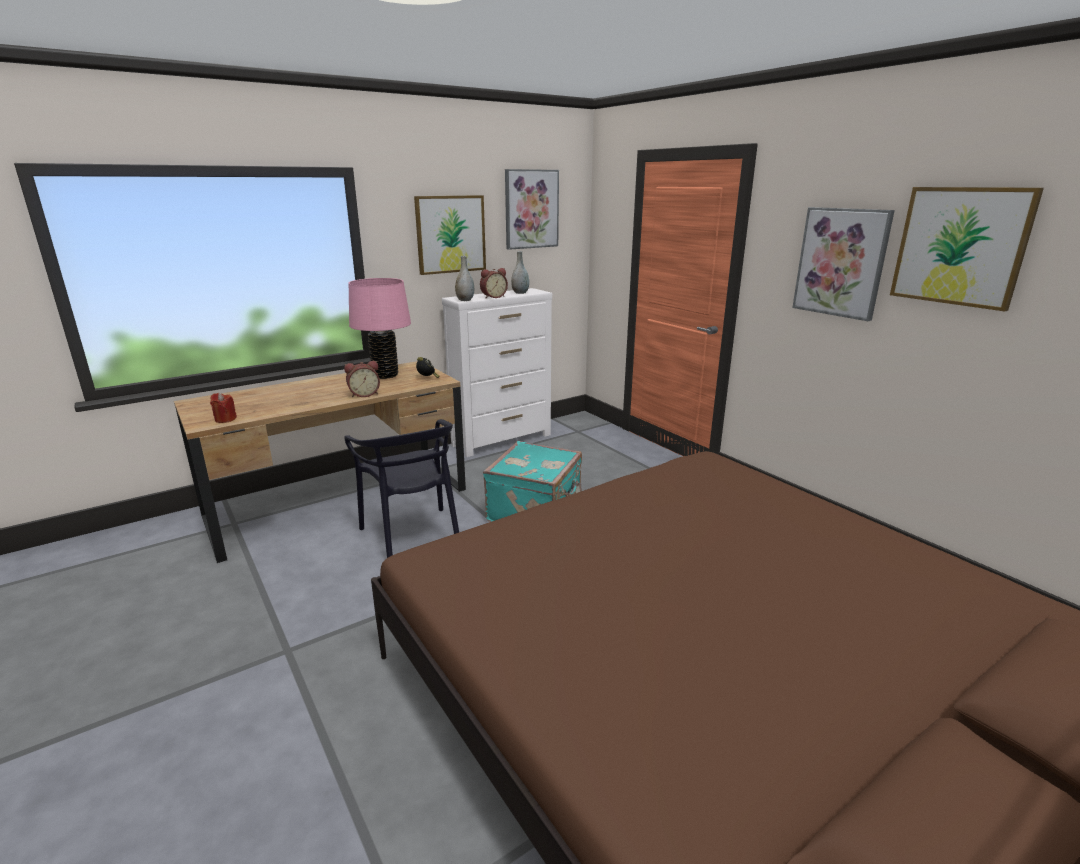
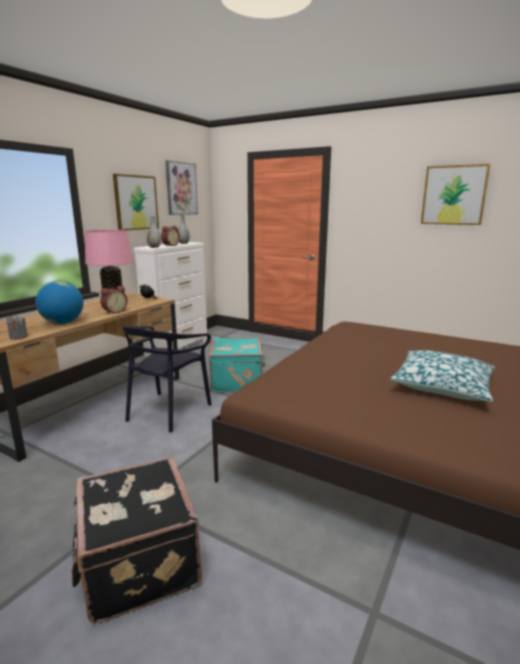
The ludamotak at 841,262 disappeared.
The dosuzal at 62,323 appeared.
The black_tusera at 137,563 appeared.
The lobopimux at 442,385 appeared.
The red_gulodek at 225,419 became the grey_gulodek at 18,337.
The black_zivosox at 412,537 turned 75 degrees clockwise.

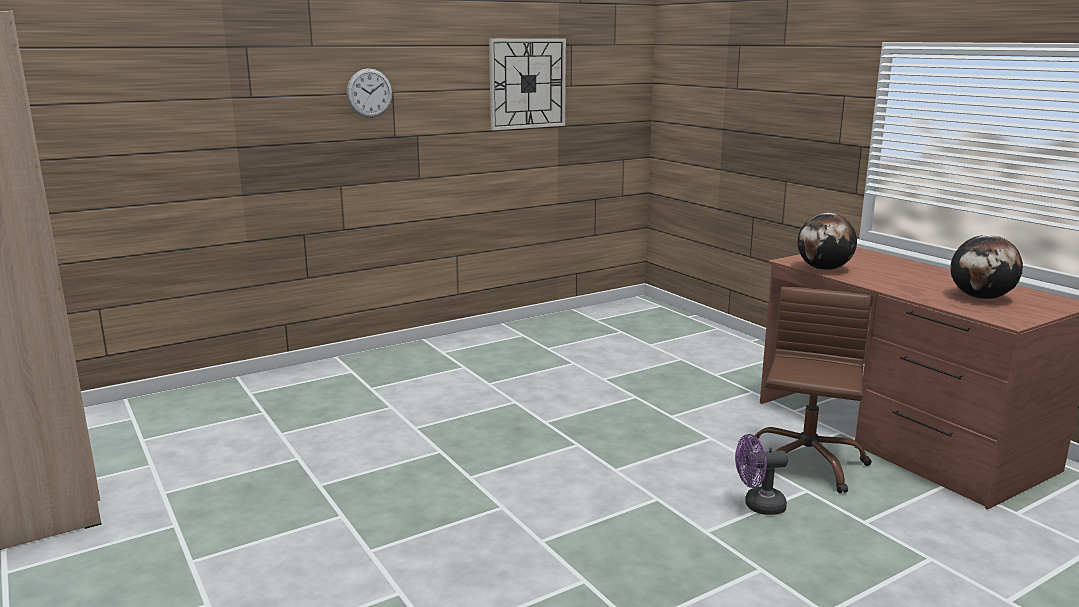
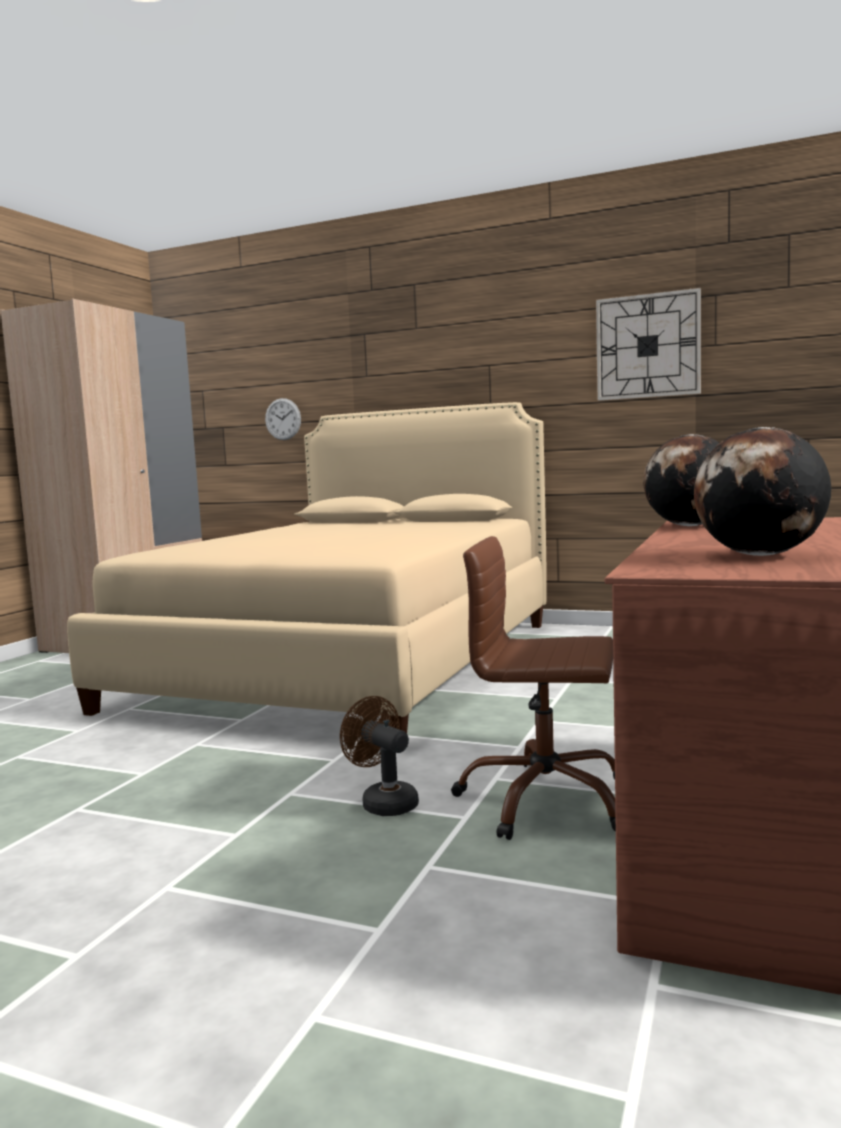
The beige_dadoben at 351,662 appeared.
The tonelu moved from 369,93 to 283,419.
The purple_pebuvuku at 758,506 became the brown_pebuvuku at 383,802.
The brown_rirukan at 805,462 turned 150 degrees counterclockwise.

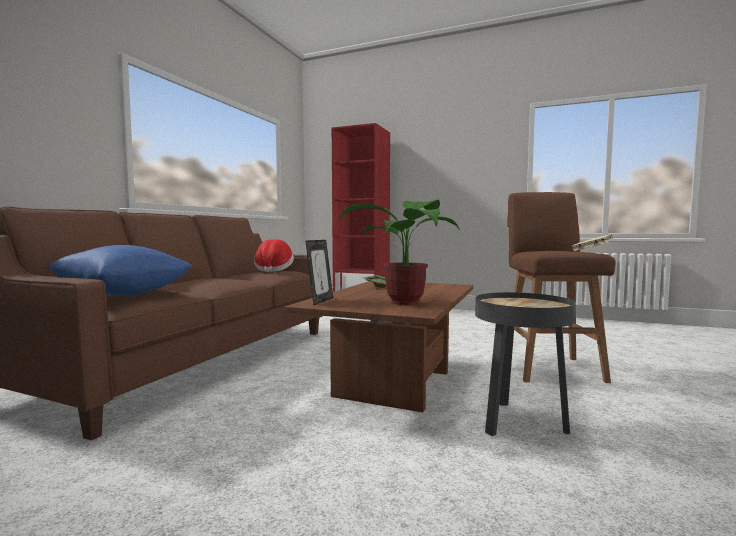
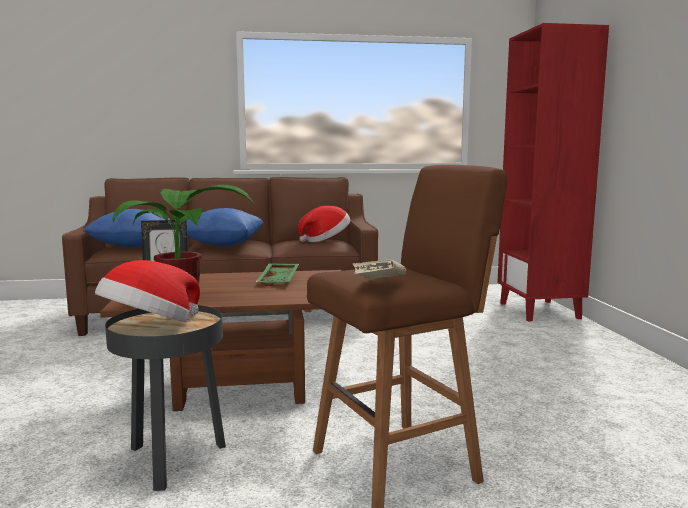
The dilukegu at 149,327 appeared.
The blue_lobopimux at 224,244 appeared.

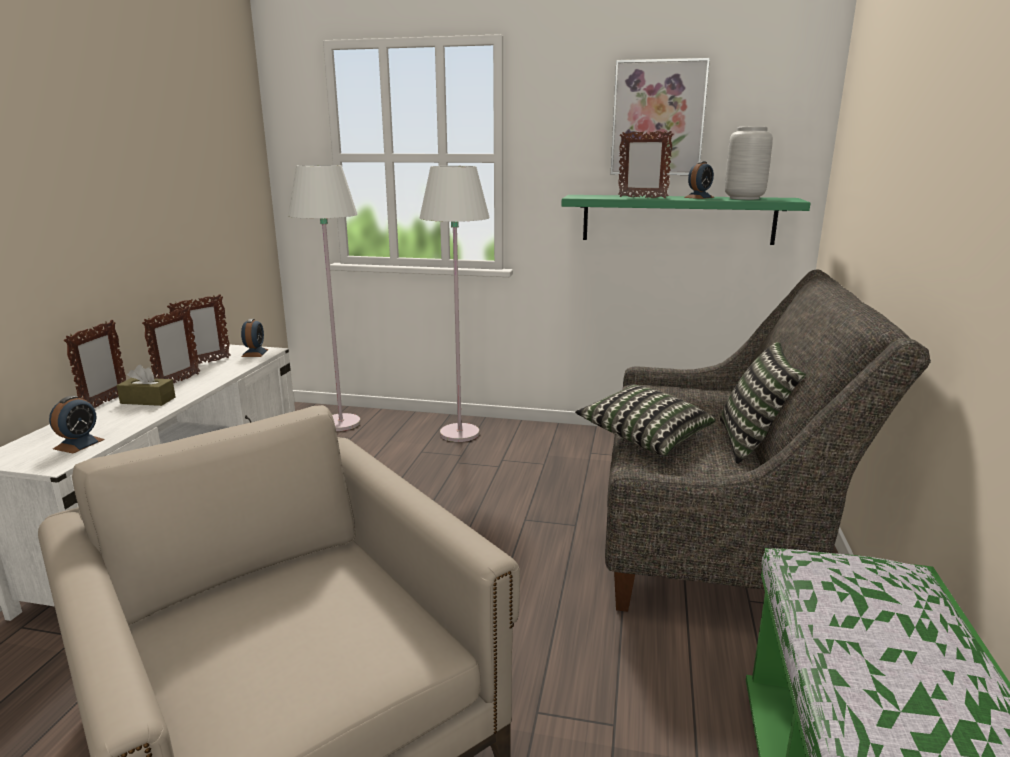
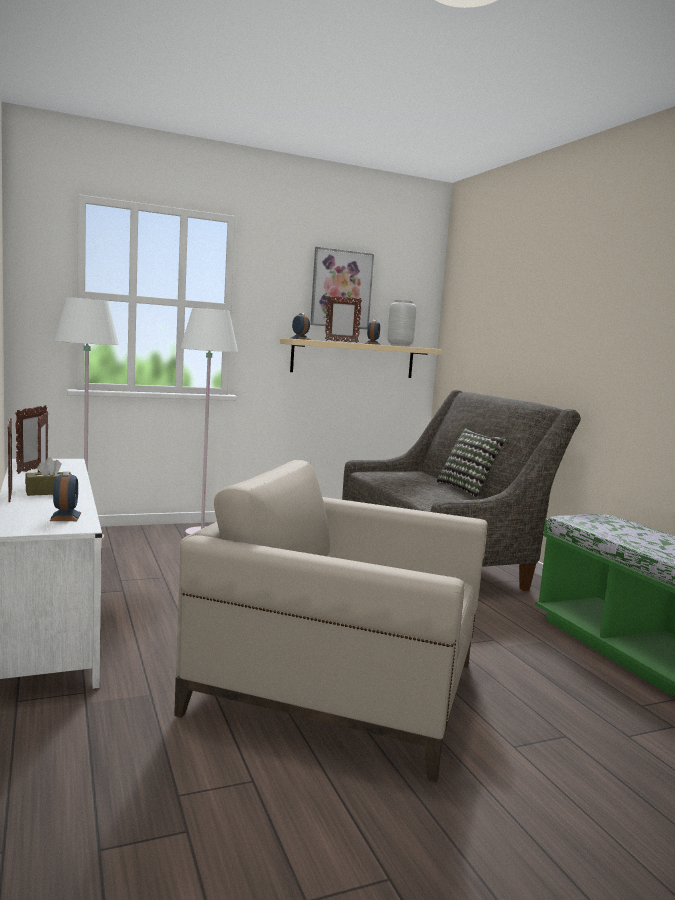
The lobopimux at 645,437 disappeared.
The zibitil moved from 255,353 to 300,339.
The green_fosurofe at 677,219 became the beige_fosurofe at 353,359.

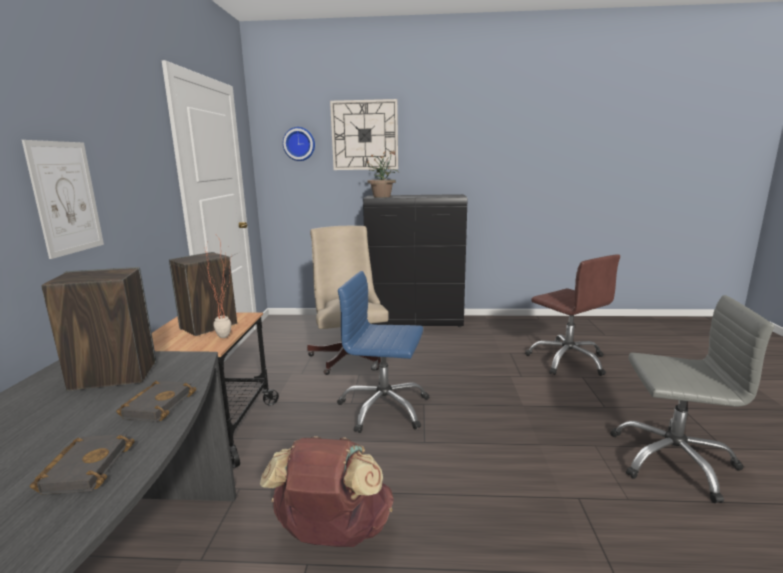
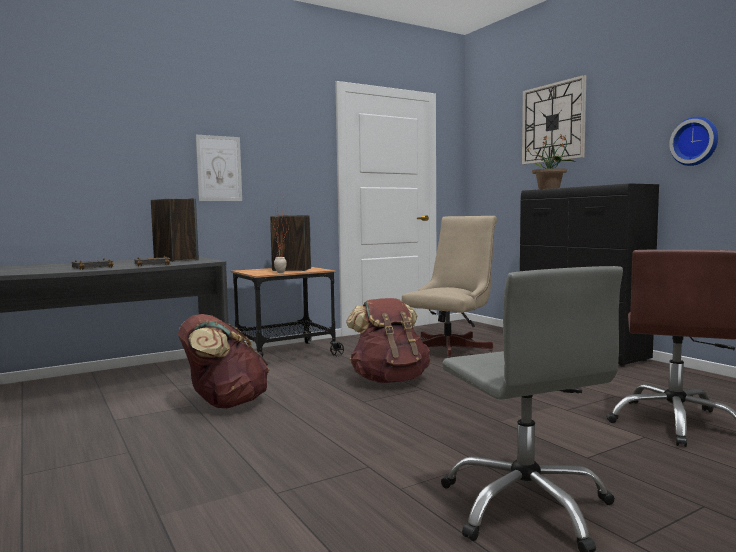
The tonelu moved from 299,144 to 695,141.
The blue_rirukan at 384,408 was replaced by the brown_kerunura at 389,380.

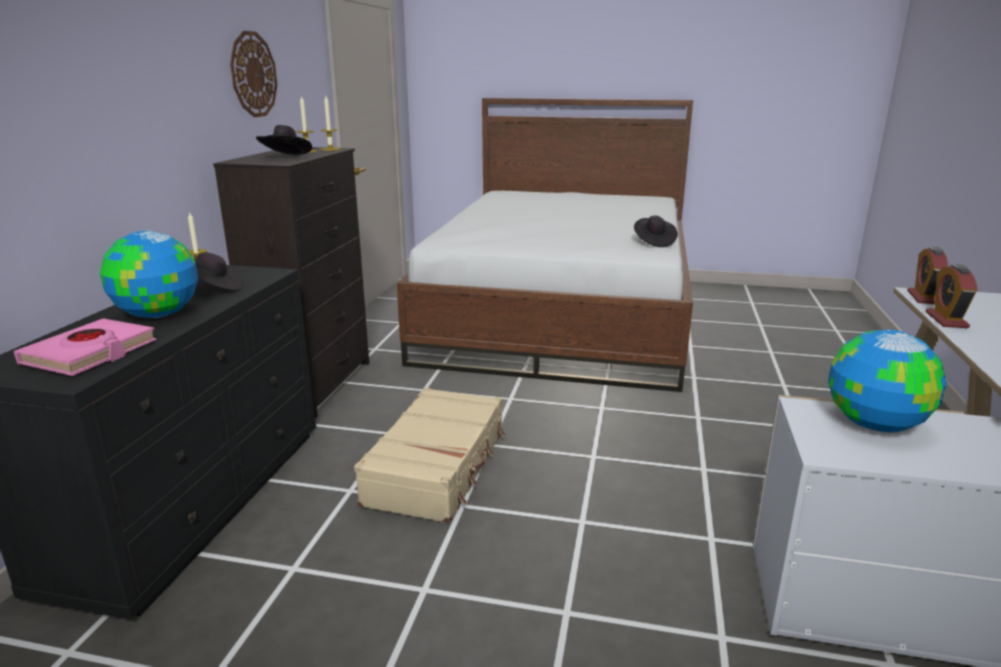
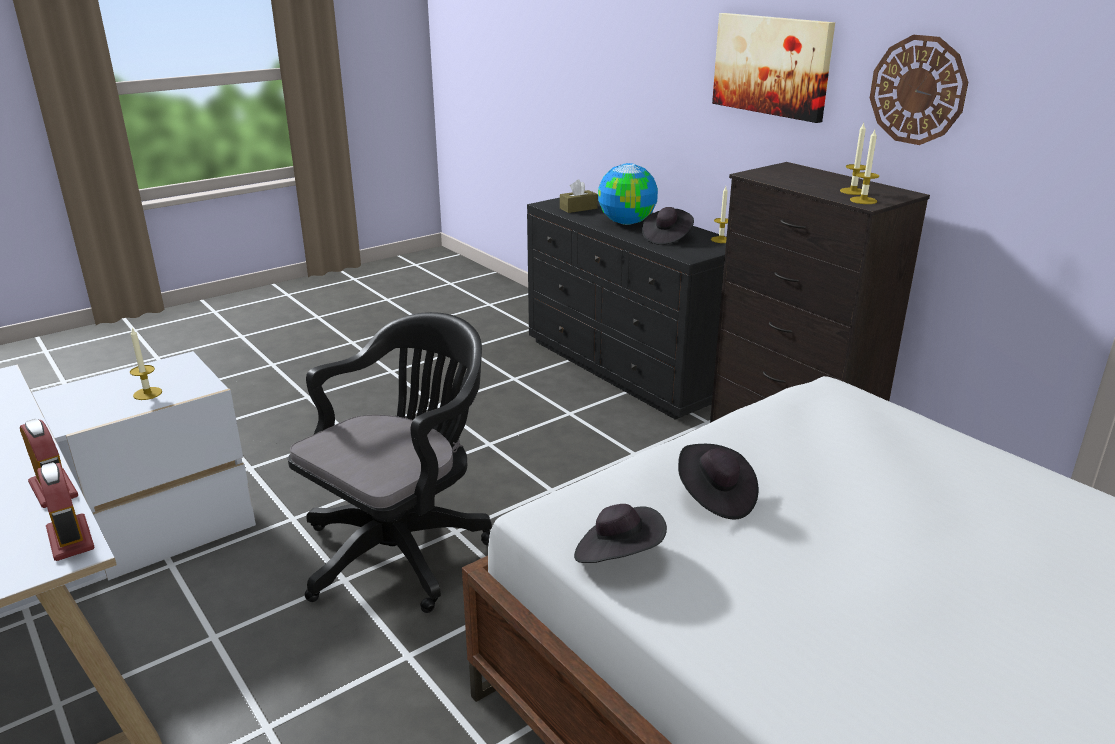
The beige_tusera at 438,467 disappeared.
The black_rirukan at 403,549 appeared.
The ludamotak at 771,65 appeared.
The black_dilukegu moved from 286,157 to 715,497.
The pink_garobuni at 90,353 was replaced by the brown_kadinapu at 578,208.
The dosuzal at 873,424 was replaced by the gulodek at 147,393.

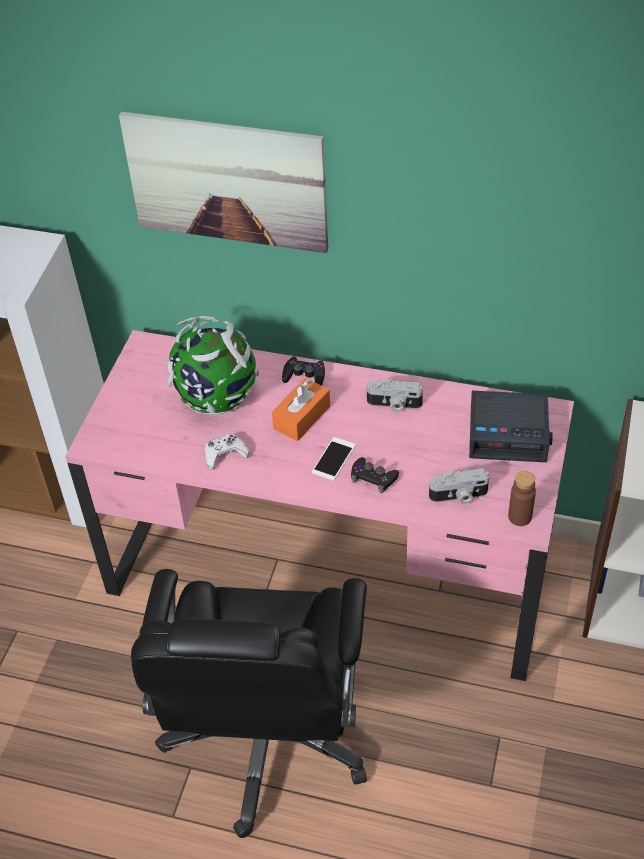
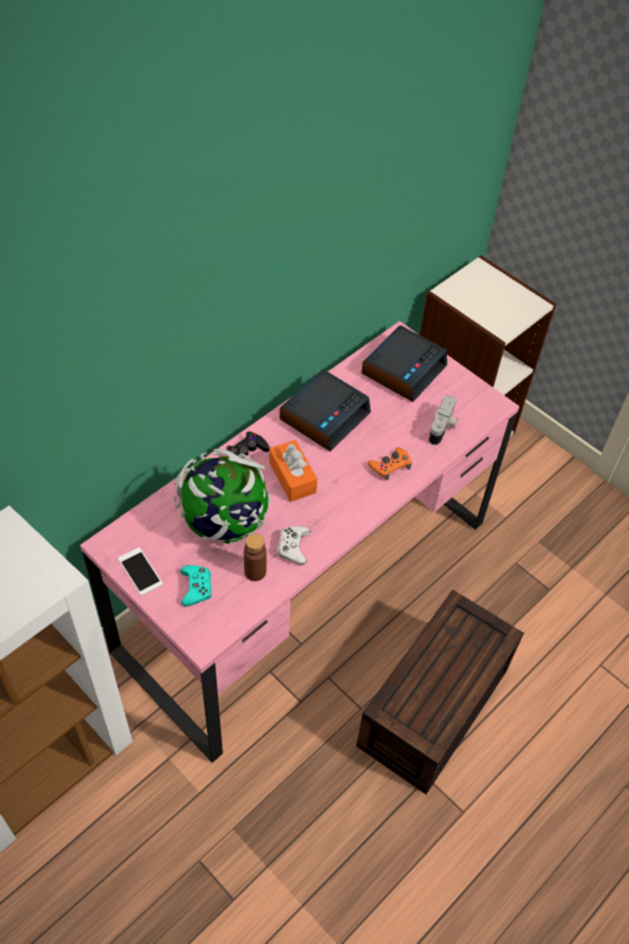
The ludamotak at 227,181 disappeared.
The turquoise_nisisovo at 196,588 appeared.
The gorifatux moved from 333,459 to 140,571.
The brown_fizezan moved from 519,517 to 255,572.
The black_rirukan at 266,740 was replaced by the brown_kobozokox at 434,710.
The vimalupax at 394,404 was replaced by the zibitil at 324,415.
The black_nisisovo at 373,478 became the orange_nisisovo at 390,466.

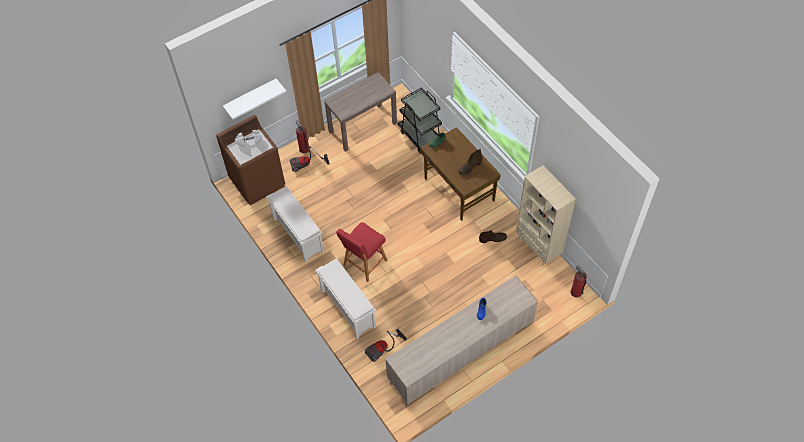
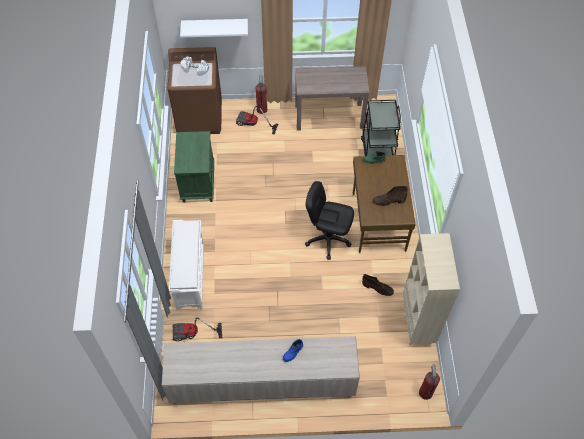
The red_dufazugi at 364,264 disappeared.
The black_rirukan at 328,239 appeared.
The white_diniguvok at 297,235 was replaced by the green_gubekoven at 198,183.

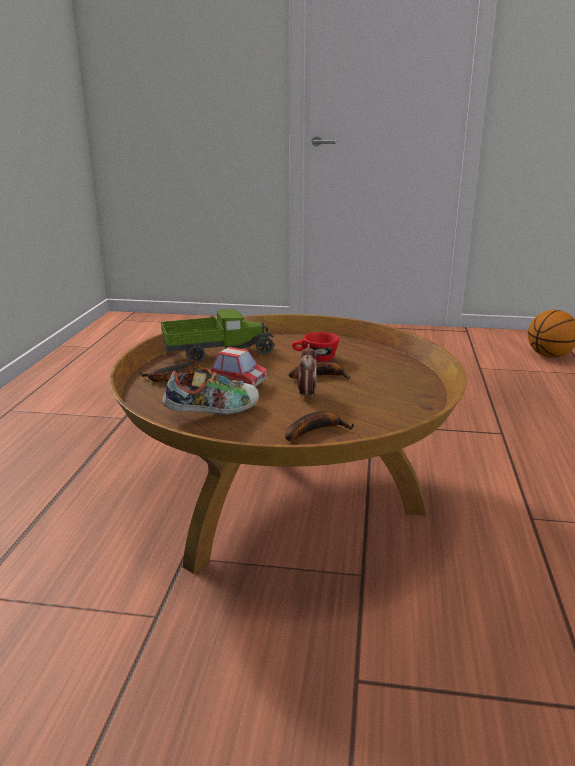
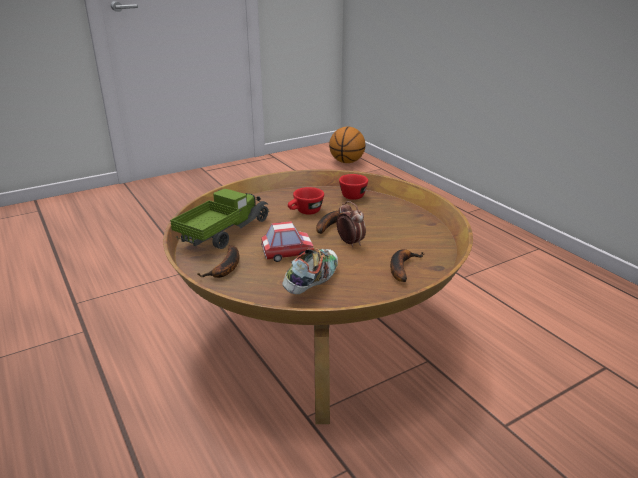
The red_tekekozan at 354,194 appeared.

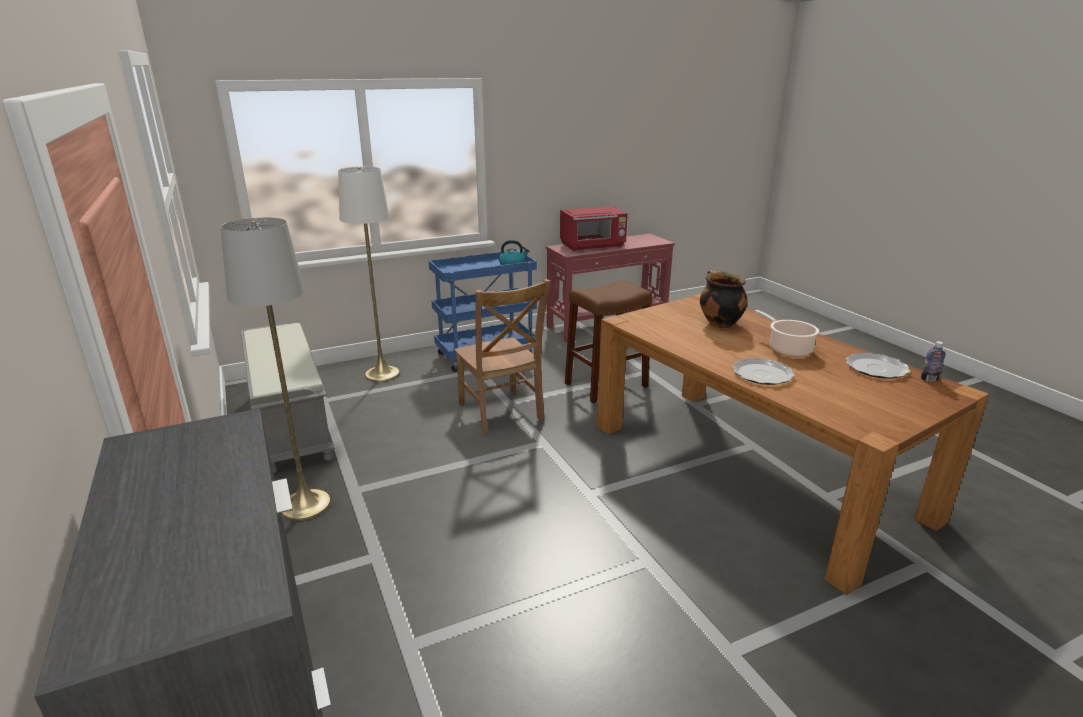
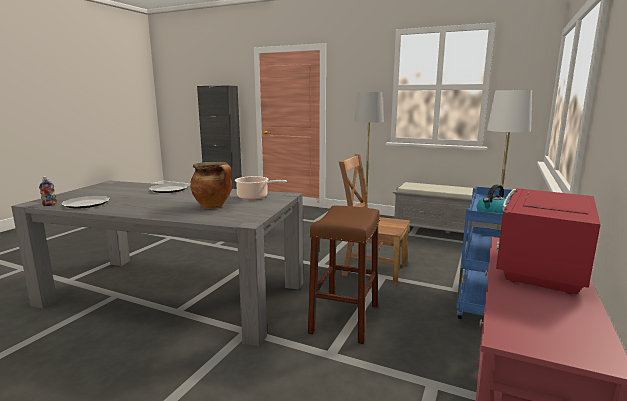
The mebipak moved from 787,349 to 254,197.
The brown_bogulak at 751,469 became the grey_bogulak at 175,294.

